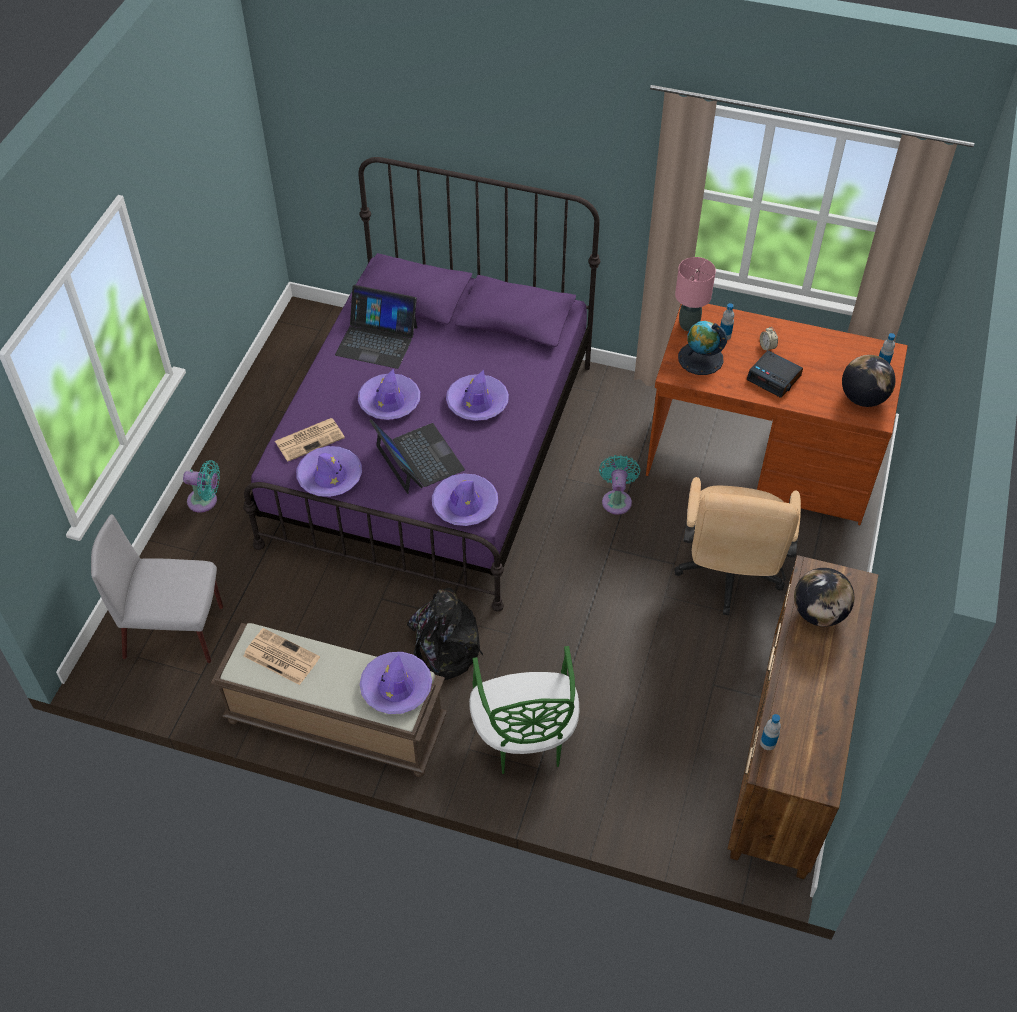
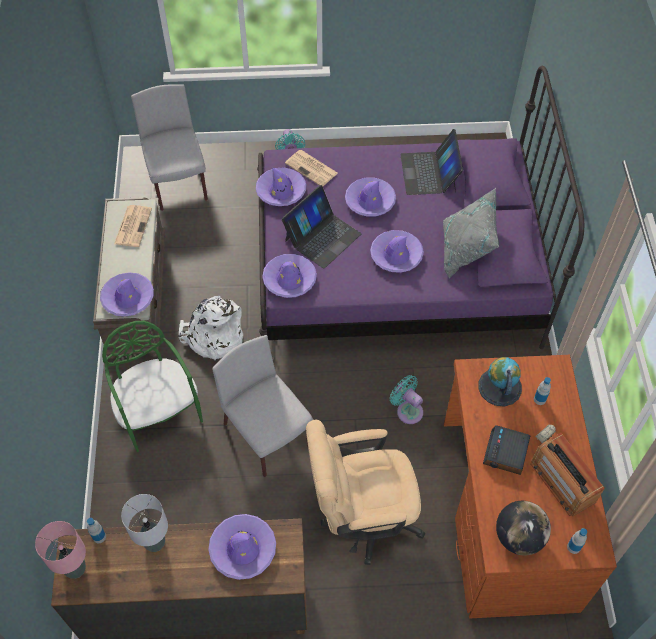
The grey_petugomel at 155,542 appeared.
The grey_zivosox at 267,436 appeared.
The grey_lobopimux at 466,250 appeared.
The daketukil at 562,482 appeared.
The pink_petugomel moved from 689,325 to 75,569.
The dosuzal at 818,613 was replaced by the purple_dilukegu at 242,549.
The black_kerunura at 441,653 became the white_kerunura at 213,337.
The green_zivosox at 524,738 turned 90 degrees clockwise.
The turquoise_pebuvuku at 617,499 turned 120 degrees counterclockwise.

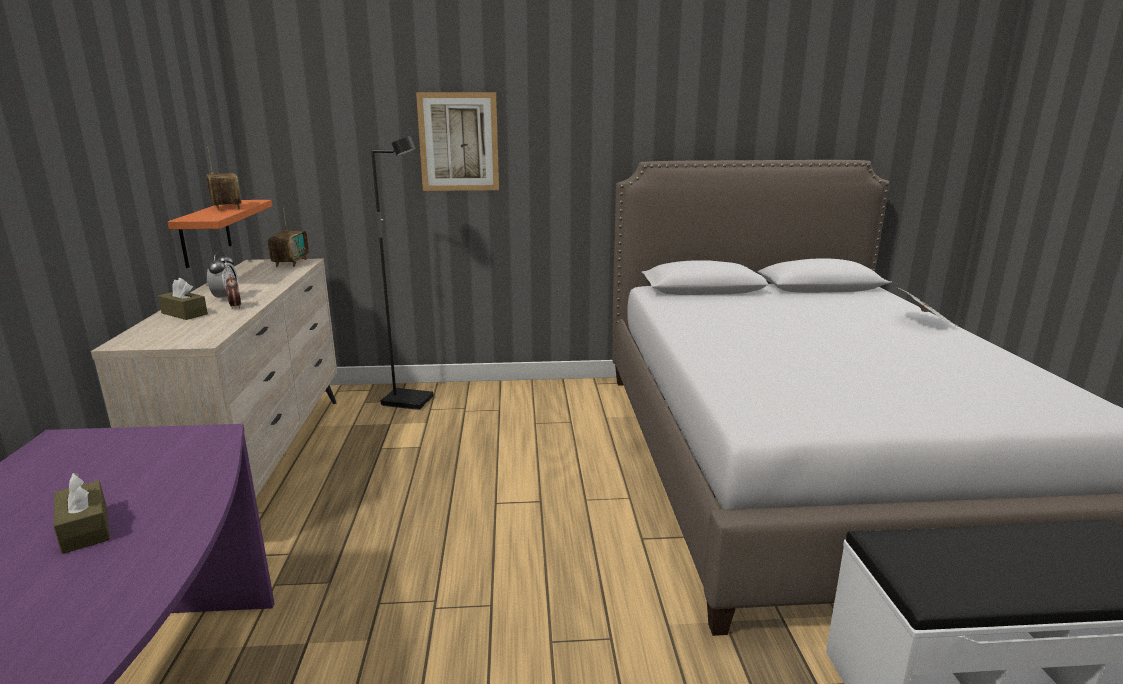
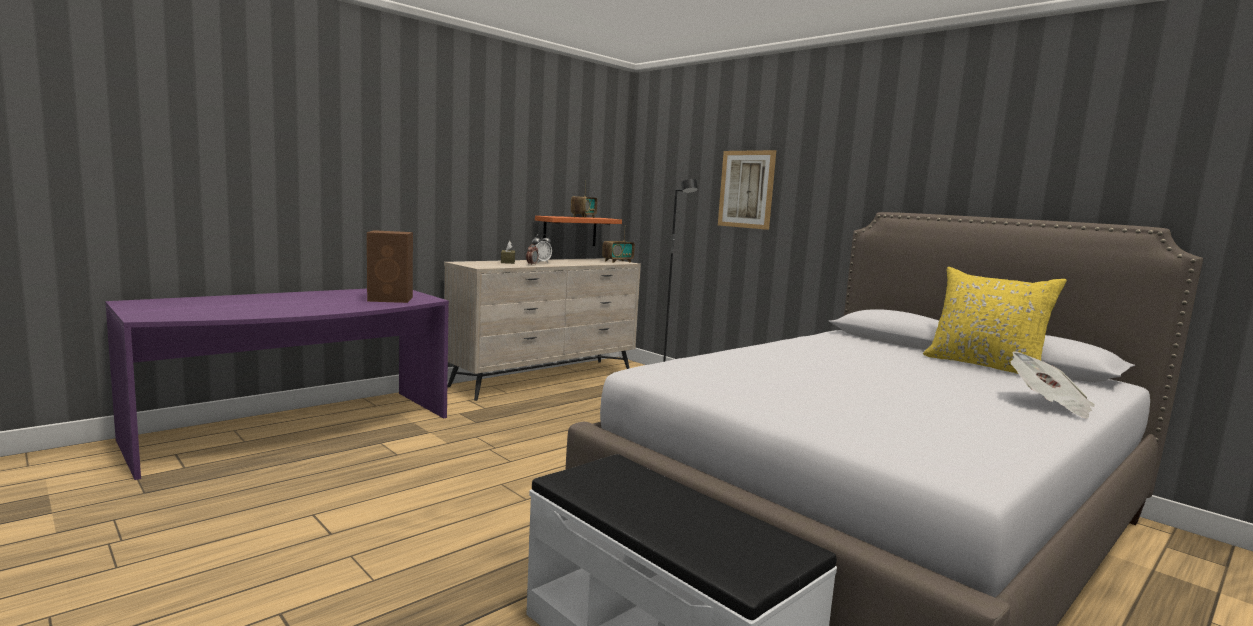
The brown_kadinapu at 85,529 disappeared.
The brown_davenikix at 391,299 appeared.
The yellow_lobopimux at 984,365 appeared.

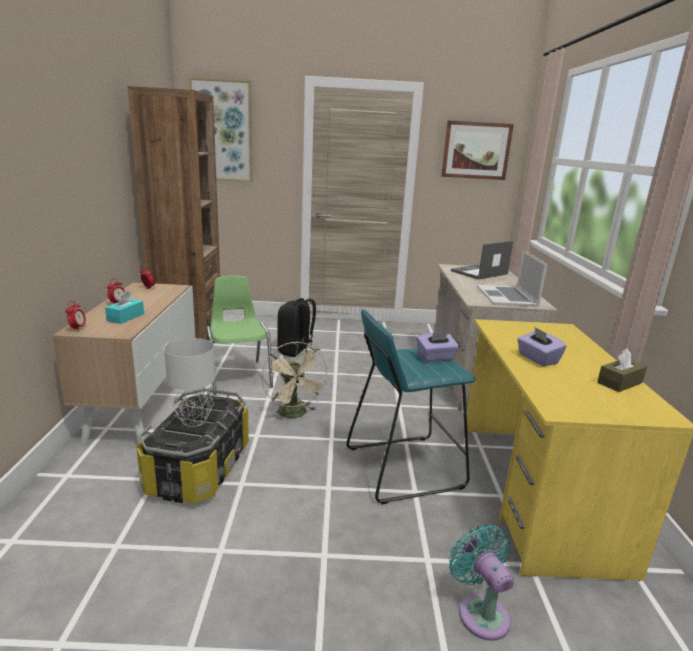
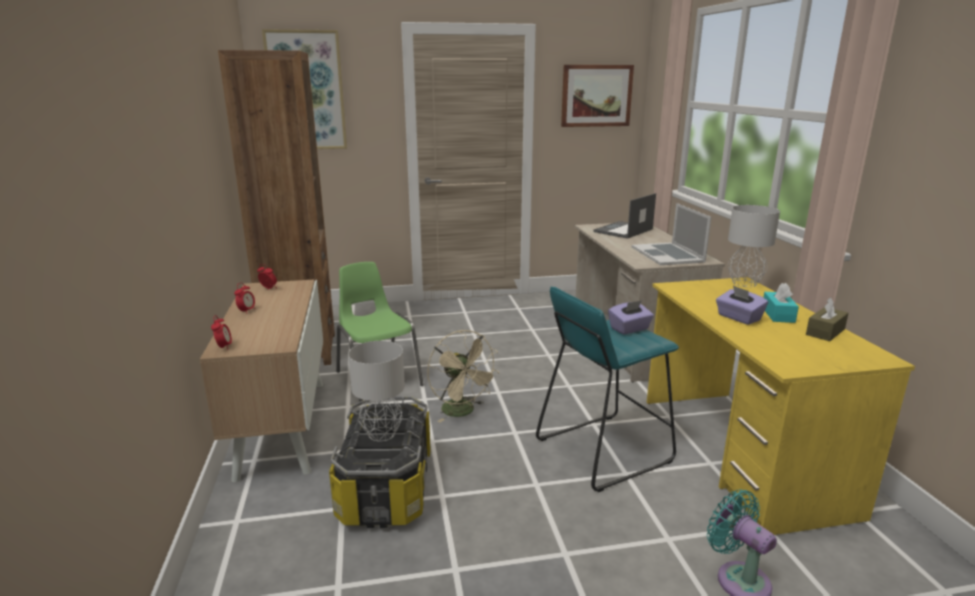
The black_kerunura at 296,351 disappeared.
The grey_petugomel at 744,283 appeared.
The turquoise_kadinapu moved from 125,317 to 778,314.

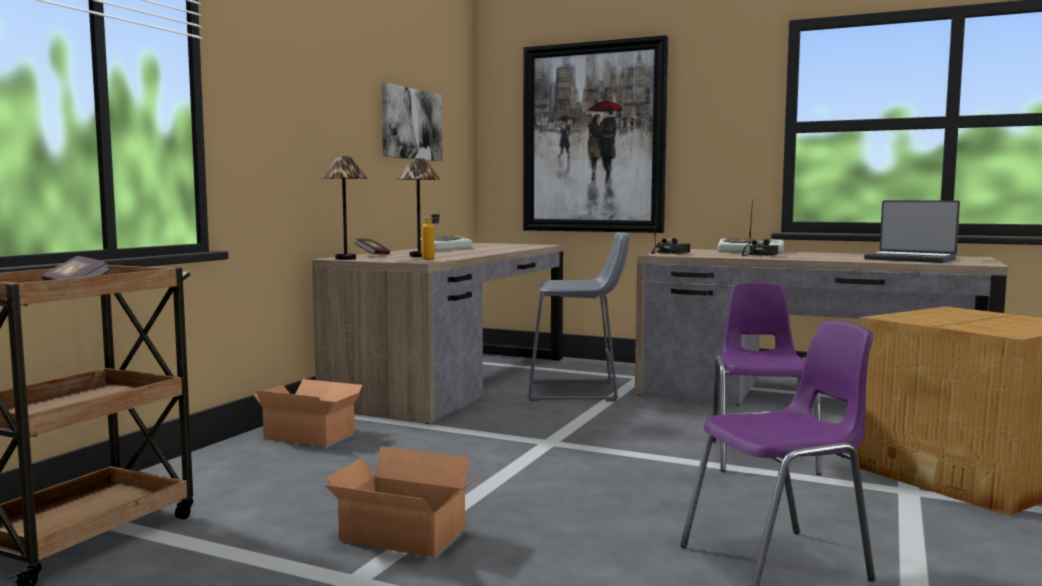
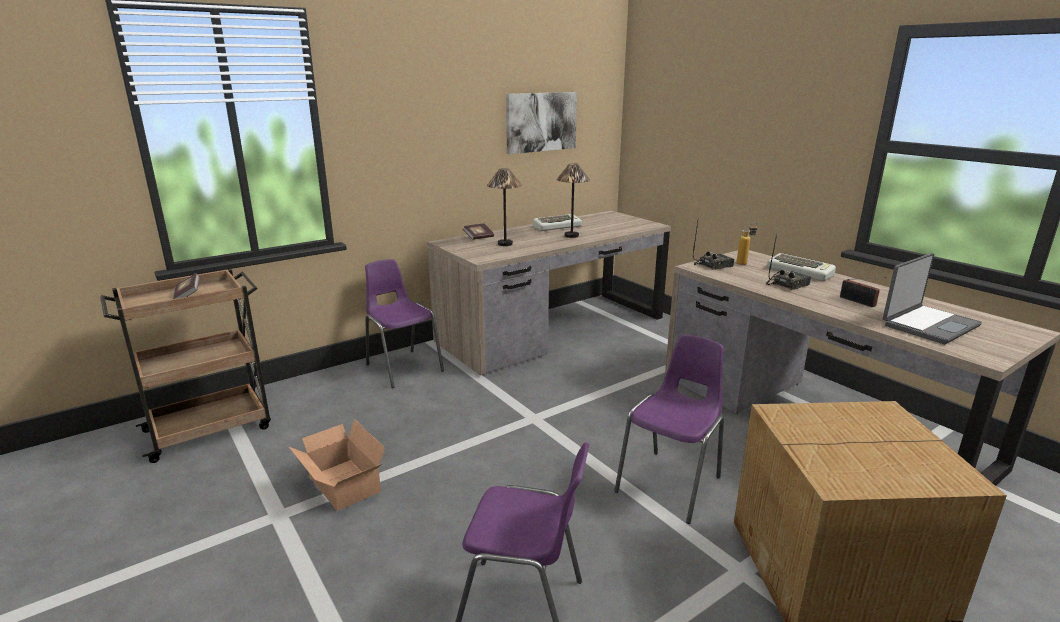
The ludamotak at 593,138 disappeared.
The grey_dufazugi at 578,392 disappeared.
The daketukil at 859,302 appeared.
The petugomel moved from 345,259 to 571,236.
The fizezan moved from 431,258 to 744,263.
The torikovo at 310,434 was replaced by the purple_zivosox at 403,367.
The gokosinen at 910,259 turned 105 degrees counterclockwise.

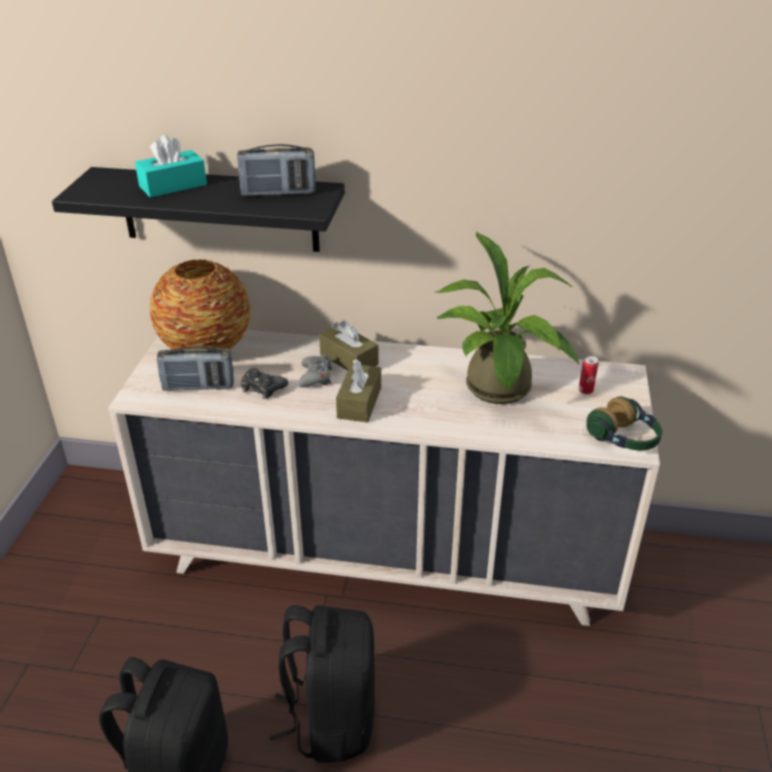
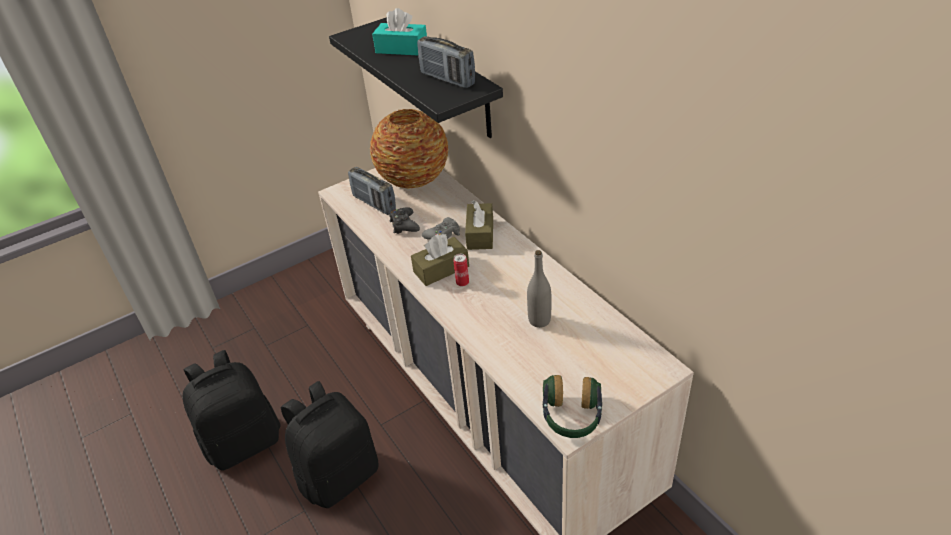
The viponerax moved from 585,391 to 462,283.
The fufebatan at 500,393 was replaced by the grey_fizezan at 539,320.

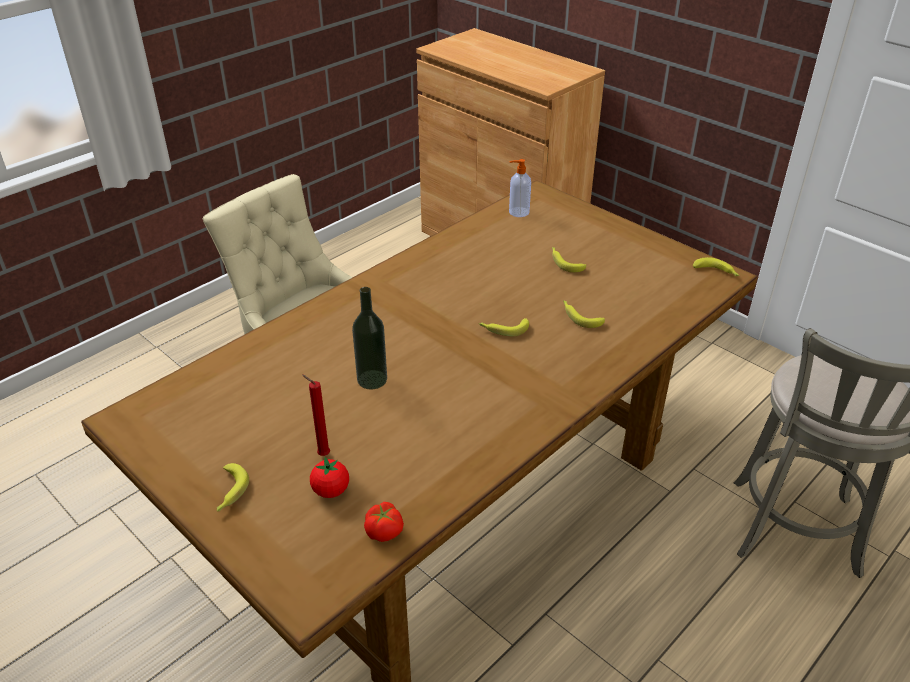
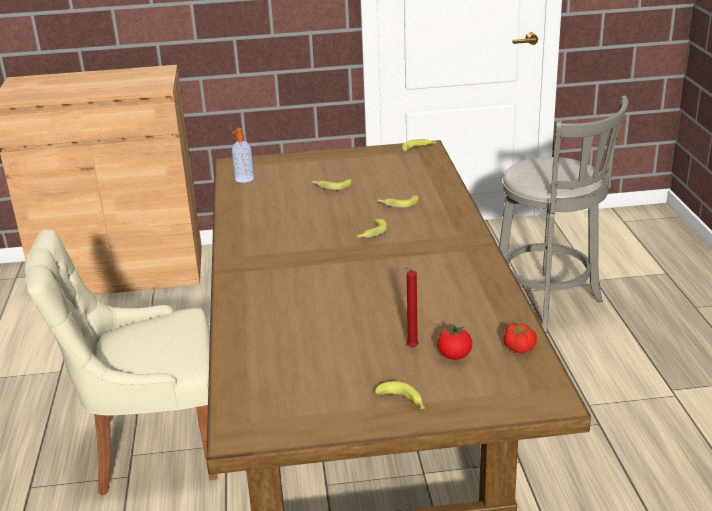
The fizezan at 372,379 disappeared.

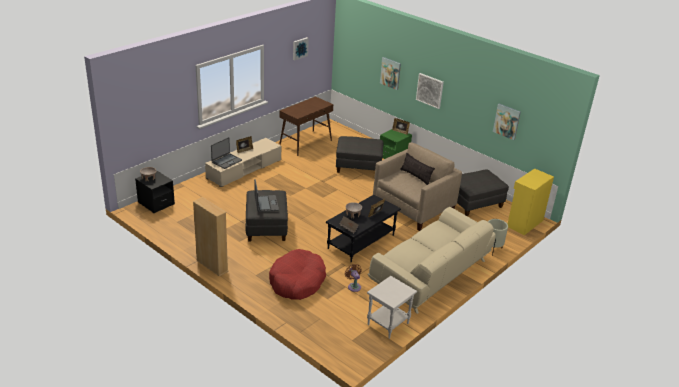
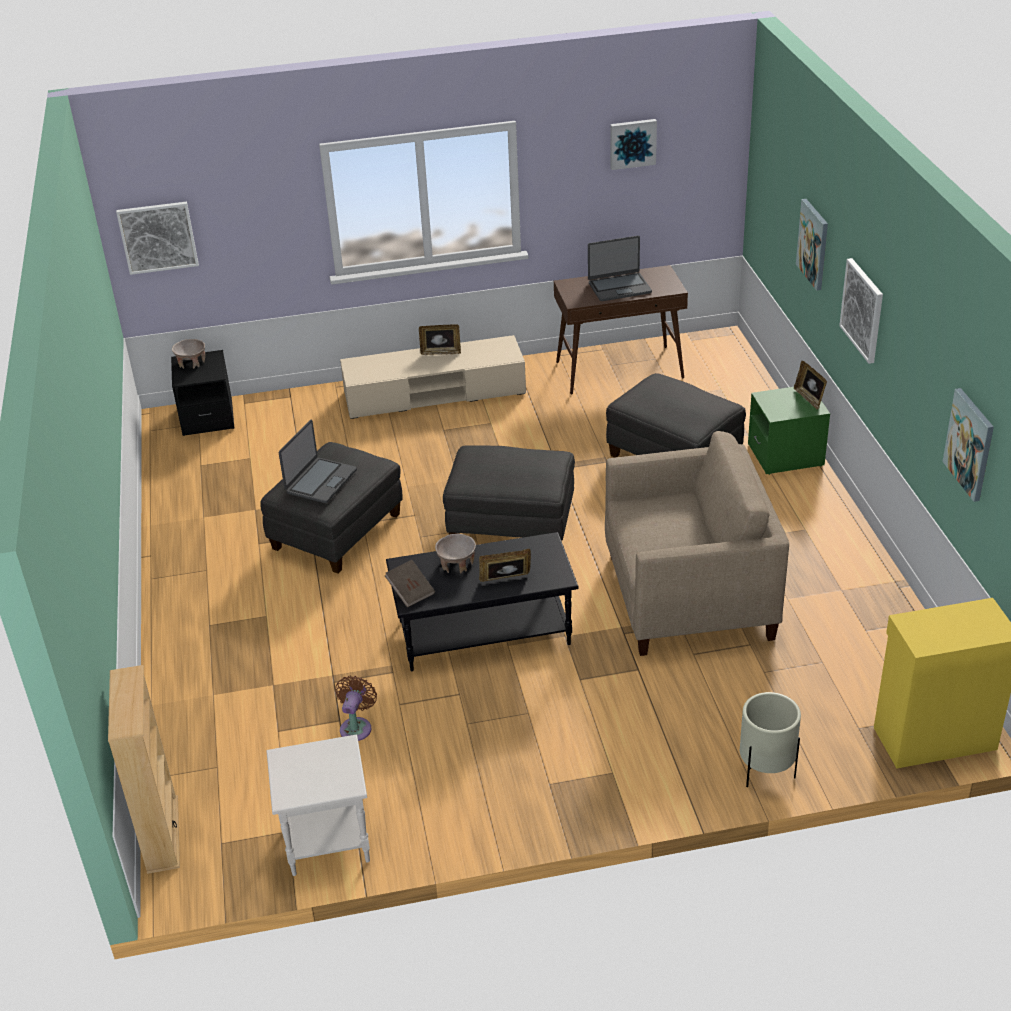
The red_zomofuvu at 297,281 disappeared.
The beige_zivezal at 430,274 disappeared.
The lobopimux at 416,177 disappeared.
The ludamotak at 158,237 appeared.
The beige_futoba moved from 212,266 to 162,834.
The gokosinen moved from 226,161 to 619,287.
The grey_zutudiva moved from 474,203 to 512,524.

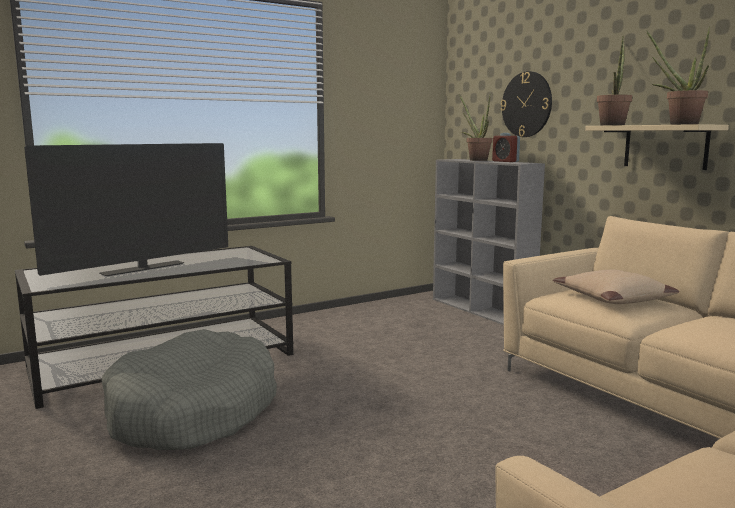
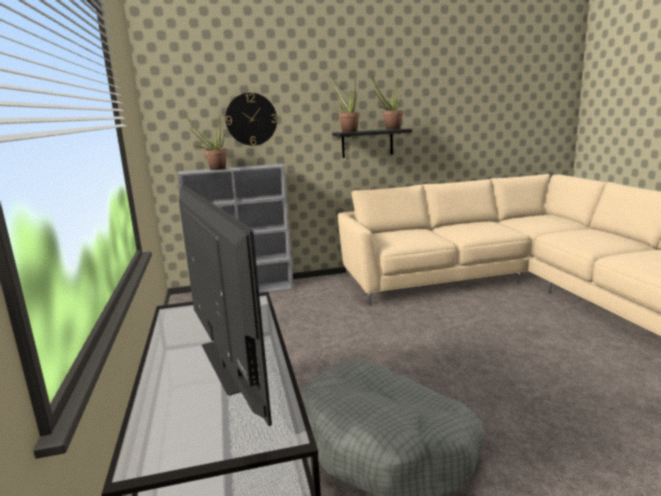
The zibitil at 505,161 disappeared.
The beige_lobopimux at 612,298 disappeared.
The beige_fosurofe at 665,146 became the black_fosurofe at 367,143.

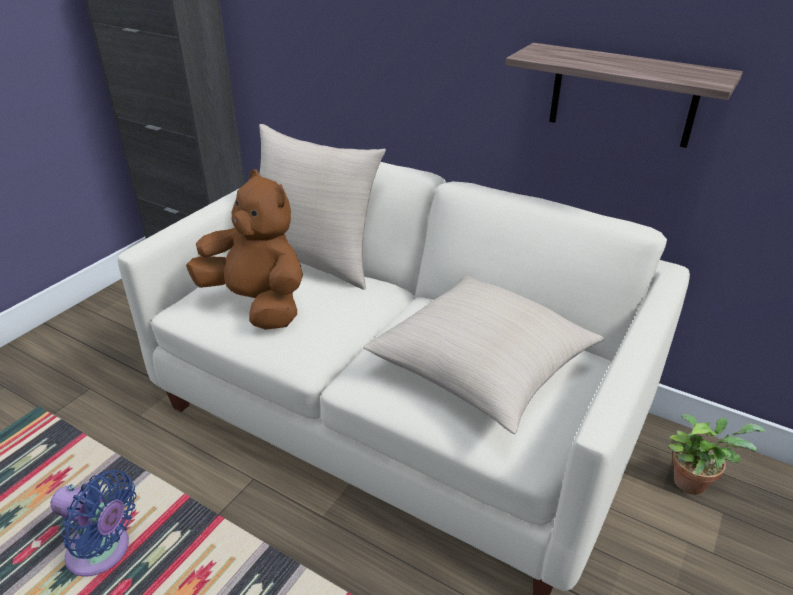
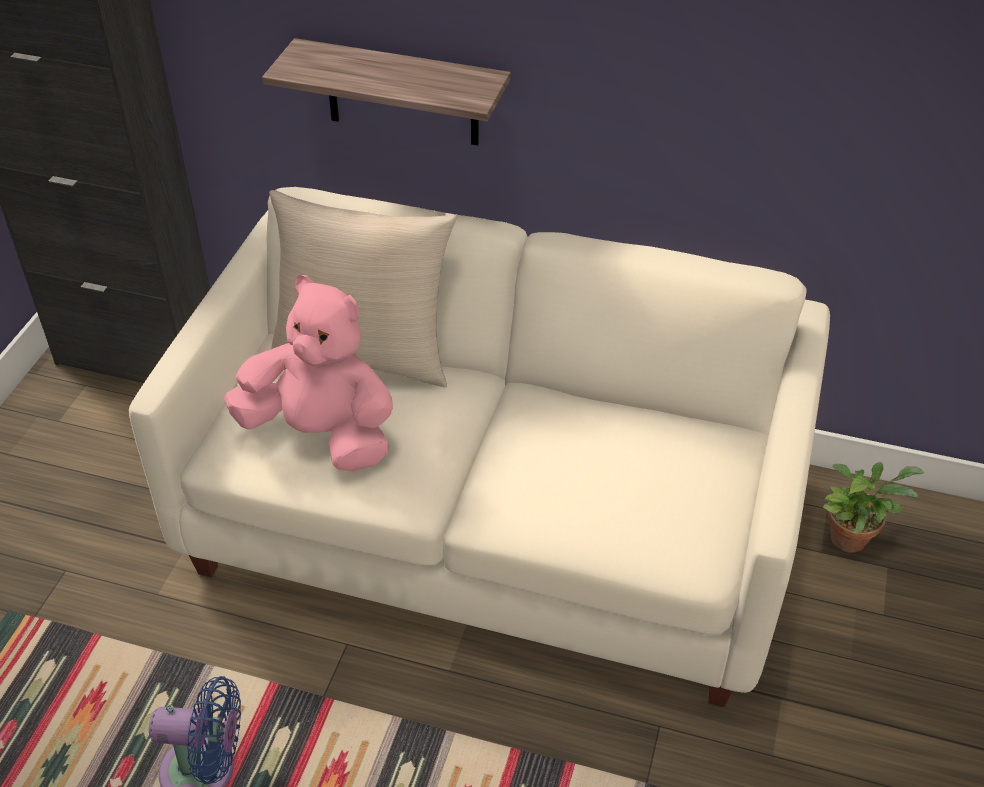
The beige_lobopimux at 482,368 disappeared.
The fosurofe moved from 622,95 to 402,93.
The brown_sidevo at 258,304 became the pink_sidevo at 322,434.

